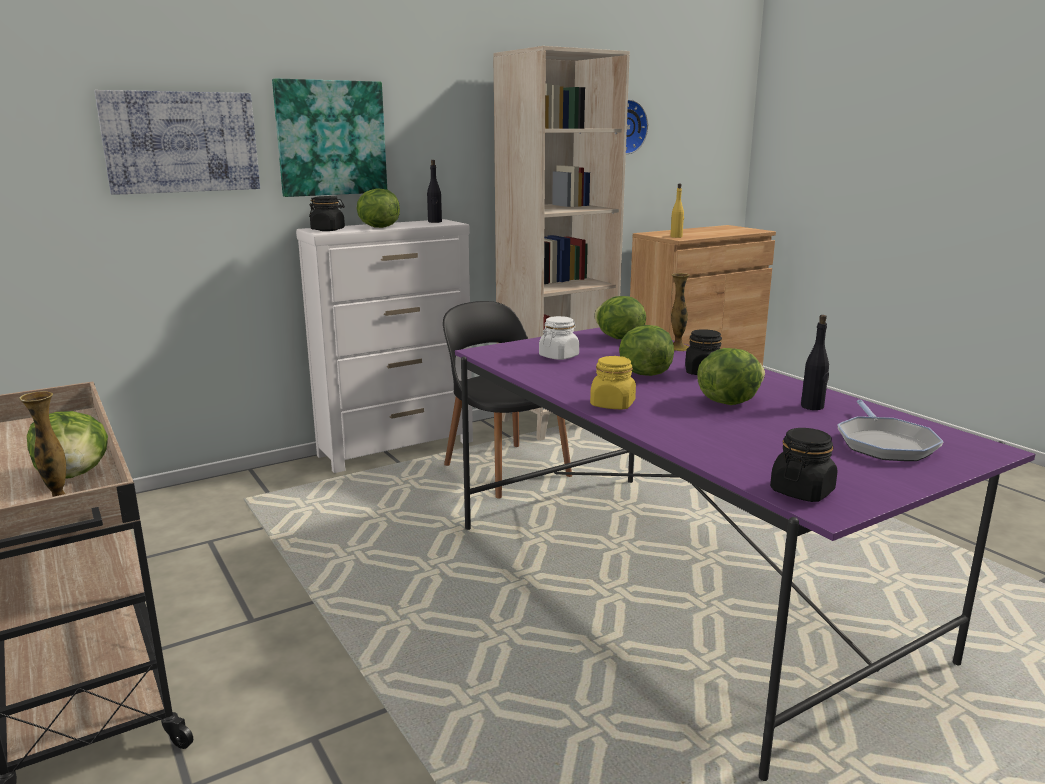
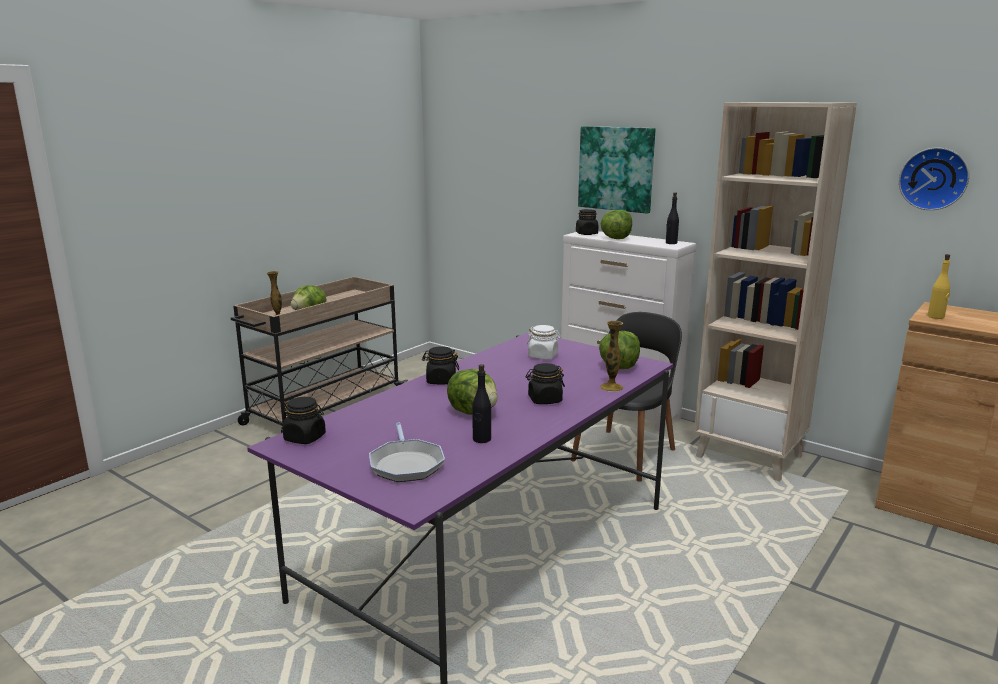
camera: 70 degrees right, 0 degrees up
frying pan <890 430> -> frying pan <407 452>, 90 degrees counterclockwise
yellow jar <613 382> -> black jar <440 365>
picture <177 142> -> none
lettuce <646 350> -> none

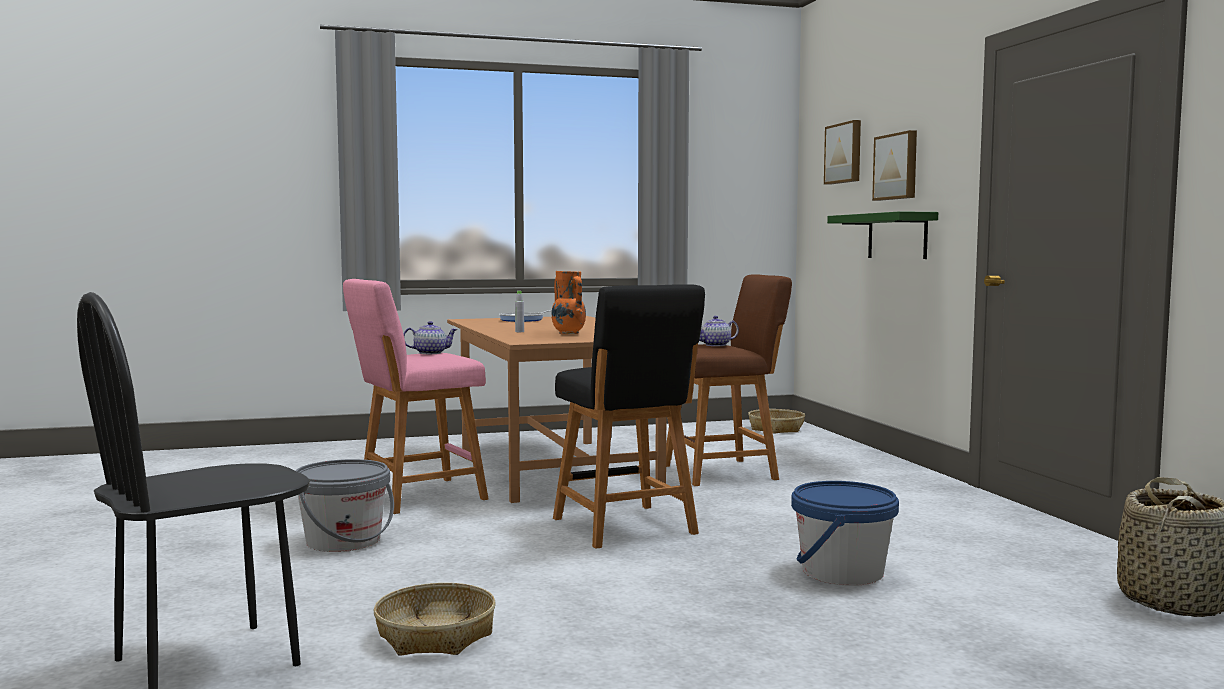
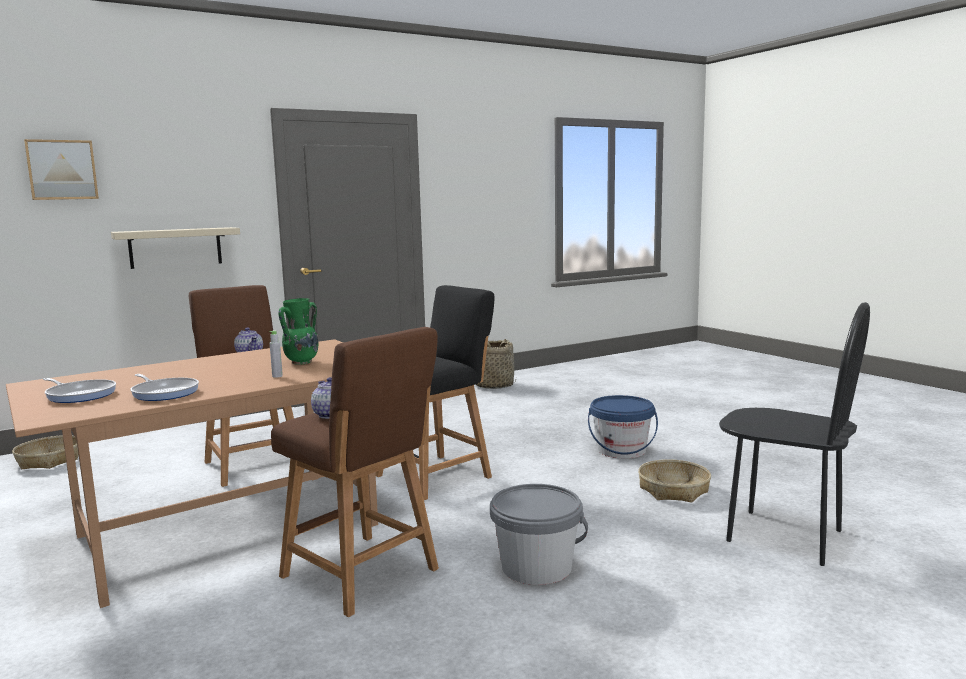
camera: 105 degrees left, 5 degrees up
green shelf <882 235> -> beige shelf <175 248>
none -> frying pan <164 387>
pink stool <415 396> -> brown stool <355 472>
orange vase <569 302> -> green vase <298 331>
blue bucket <845 533> -> blue bucket <623 427>, relocated
picture <894 165> -> none

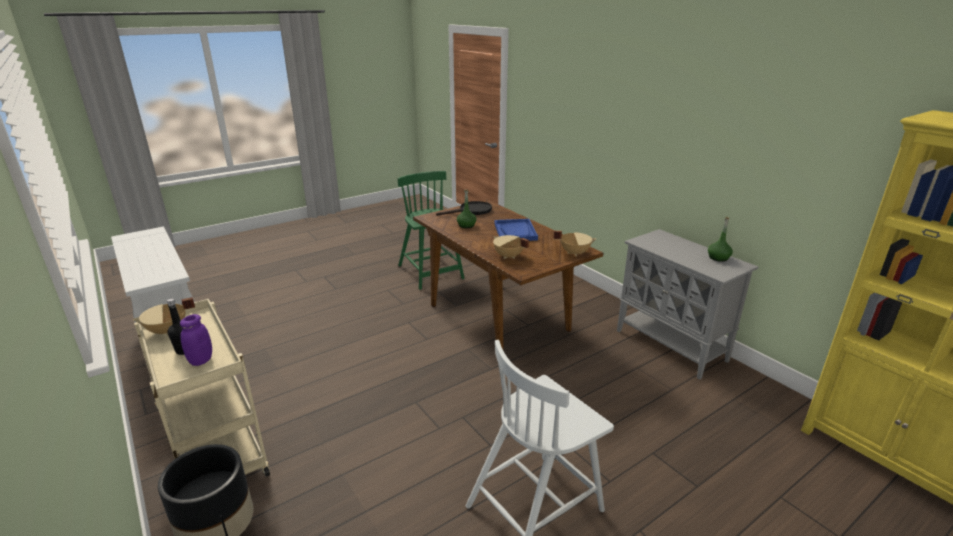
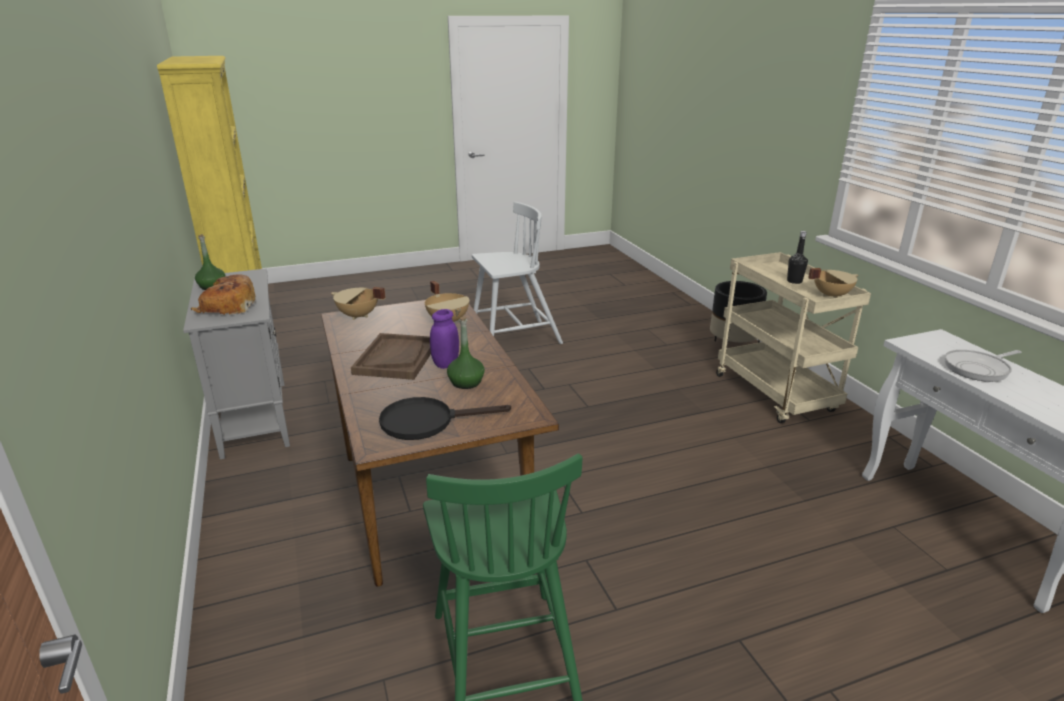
camera: 165 degrees left, 0 degrees up
none -> bread <223 294>
blue tray <516 230> -> brown tray <391 356>
purple jar <196 340> -> purple jar <444 339>, relocated
none -> frying pan <983 366>

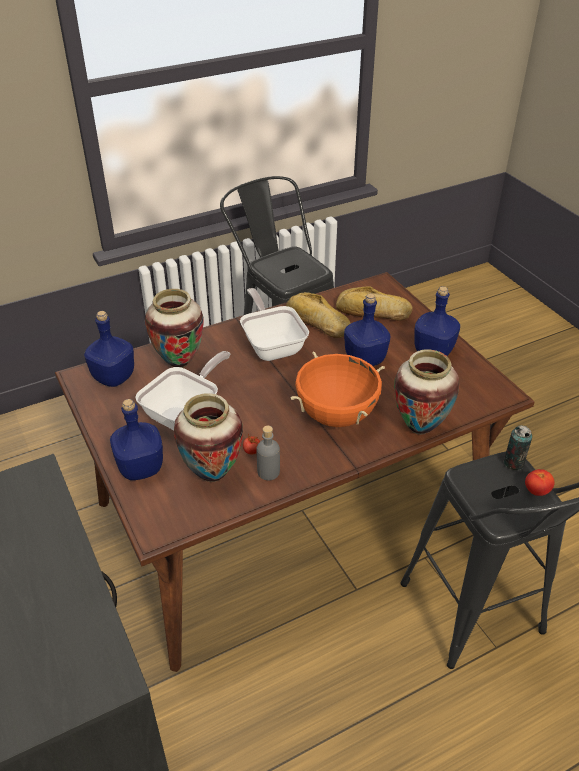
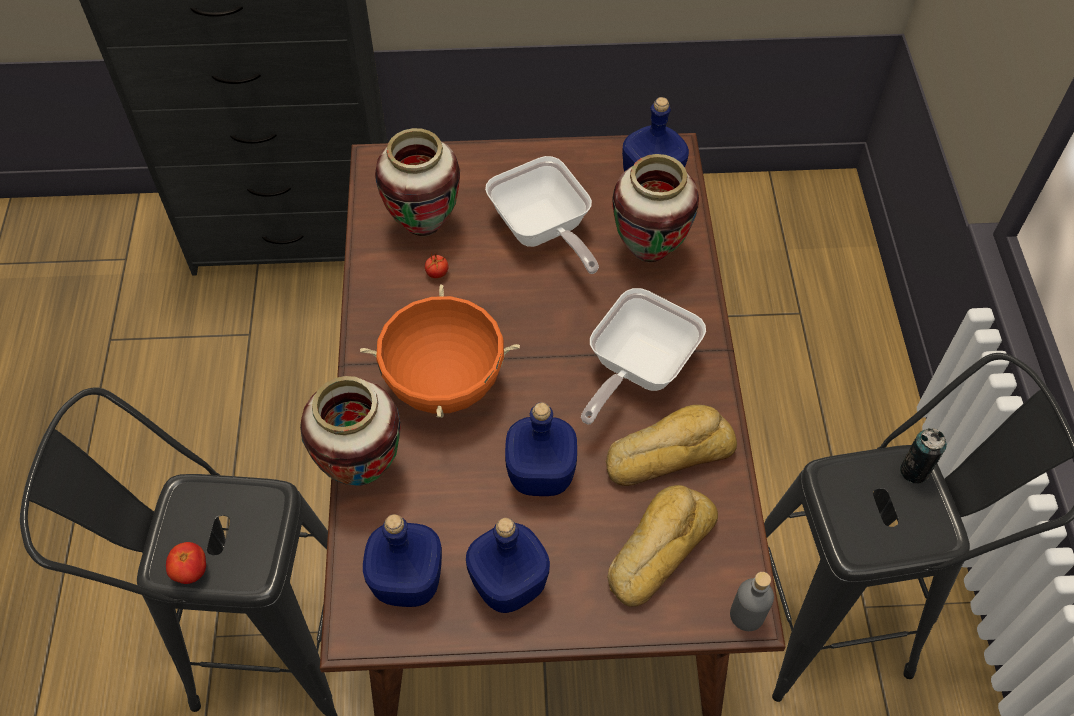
camera: 115 degrees right, 15 degrees up
blue bottle <136 439> -> blue bottle <402 560>, relocated
frying pan <274 324> -> frying pan <643 356>, 120 degrees clockwise
grey bottle <268 453> -> grey bottle <752 601>, relocated
can <517 447> -> can <923 456>, relocated

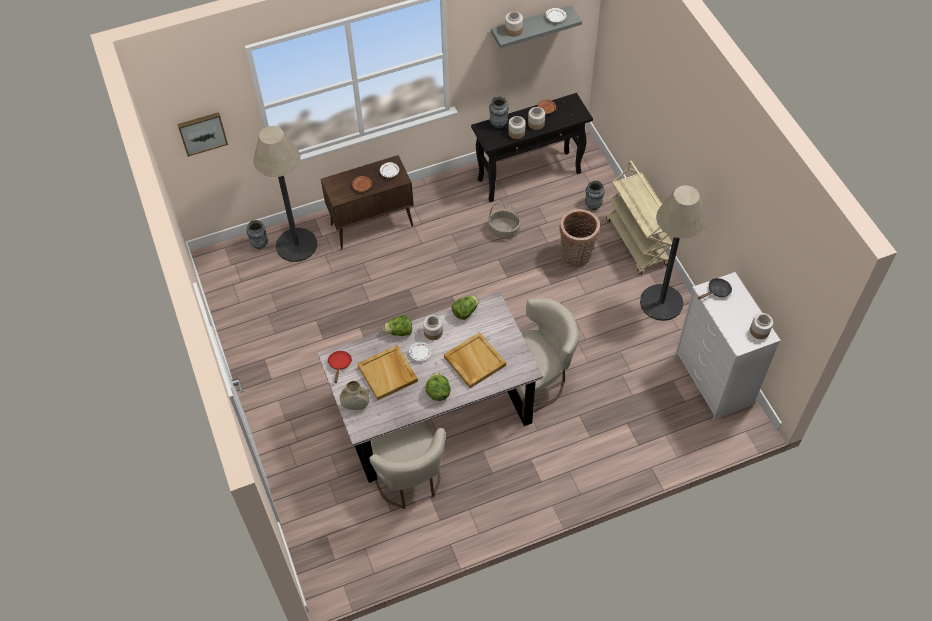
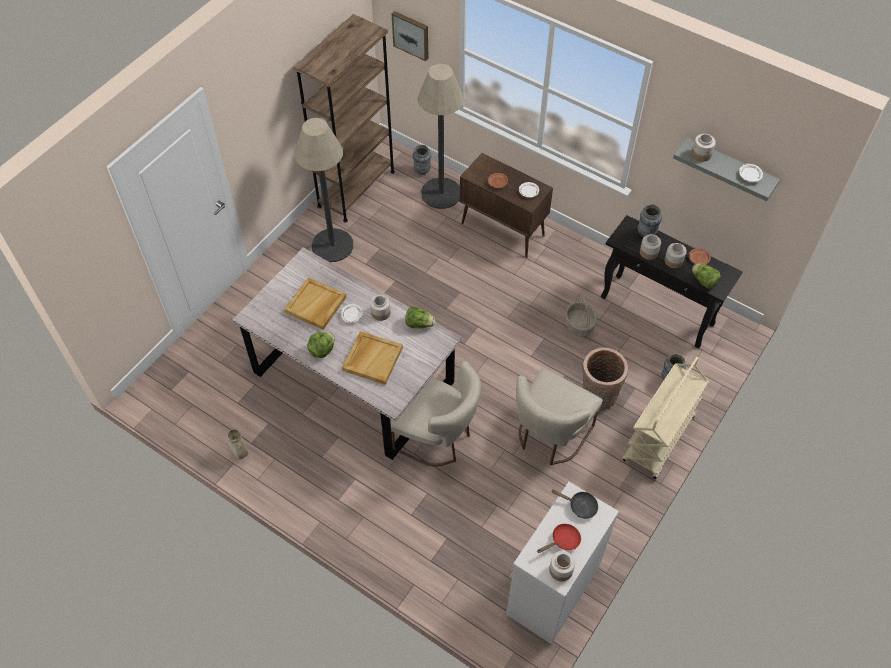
camera: 55 degrees right, 0 degrees up
beige vase <354 395> -> beige vase <237 444>, relocated
none -> brown bookcase <344 118>
floor lamp <673 253> -> floor lamp <324 190>, relocated
beige chair <407 464> -> beige chair <559 417>, relocated
red frying pan <340 367> -> red frying pan <559 538>, relocated
lettuce <397 325> -> lettuce <706 276>, relocated

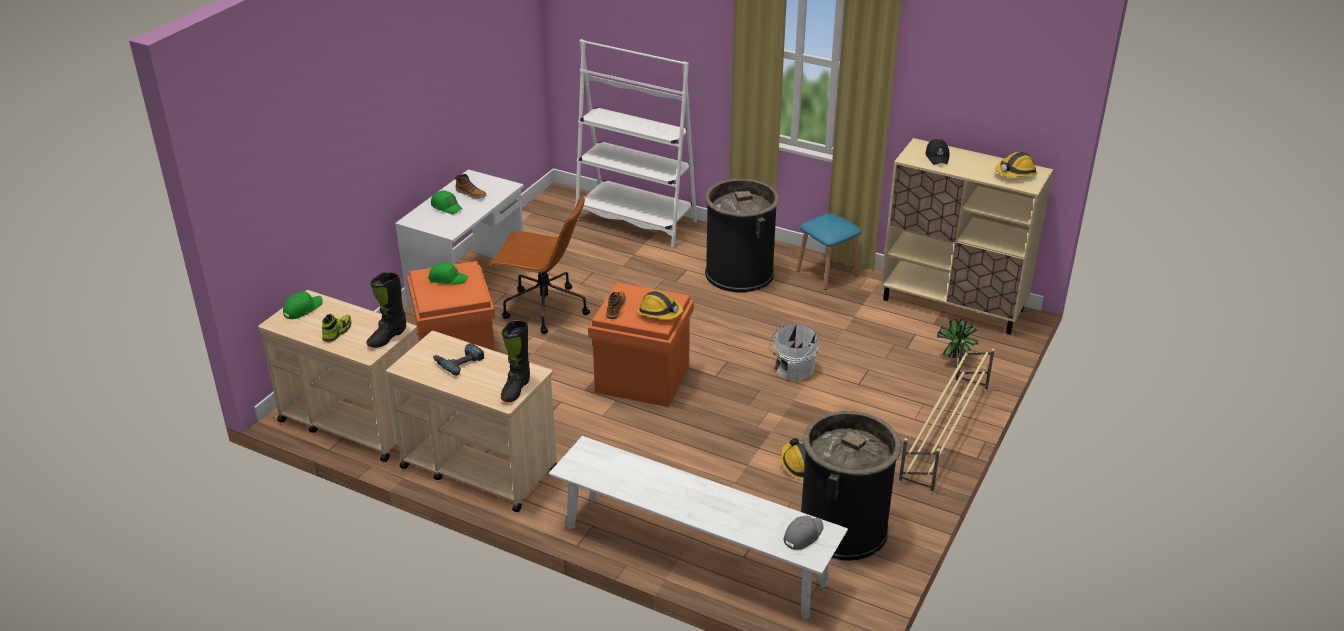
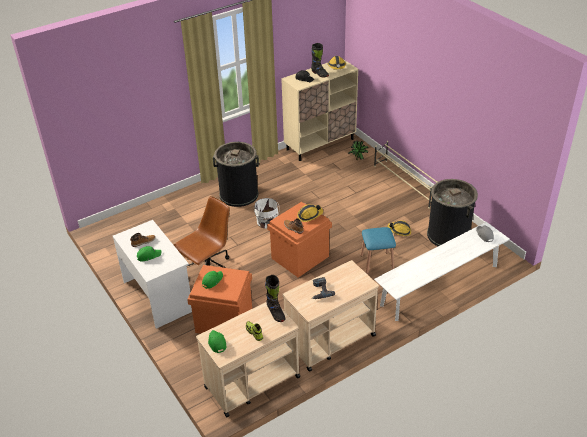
camera: 60 degrees left, 5 degrees up
white bucket <794 352> -> white bucket <266 213>, relocated
black boot <515 361> -> black boot <320 60>, relocated
blue stool <829 251> -> blue stool <378 250>, relocated
white bookcase <636 143> -> none

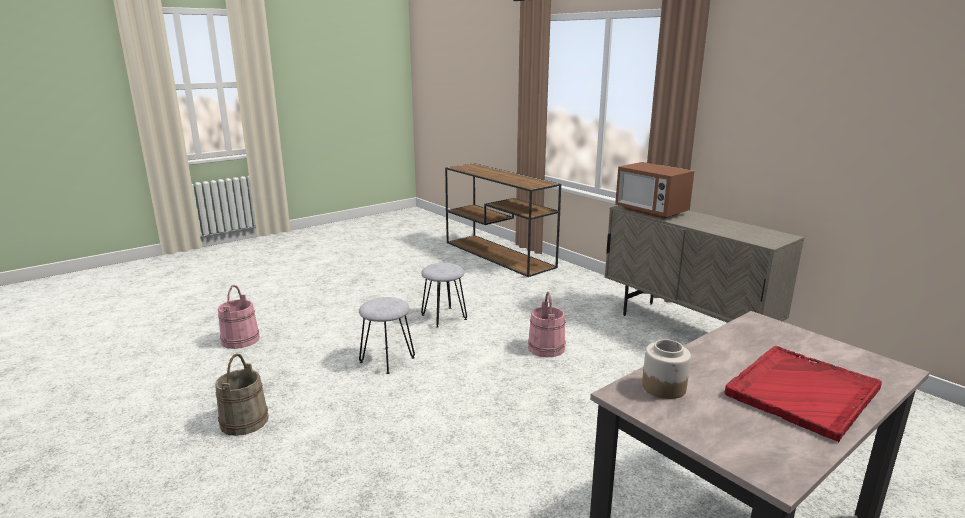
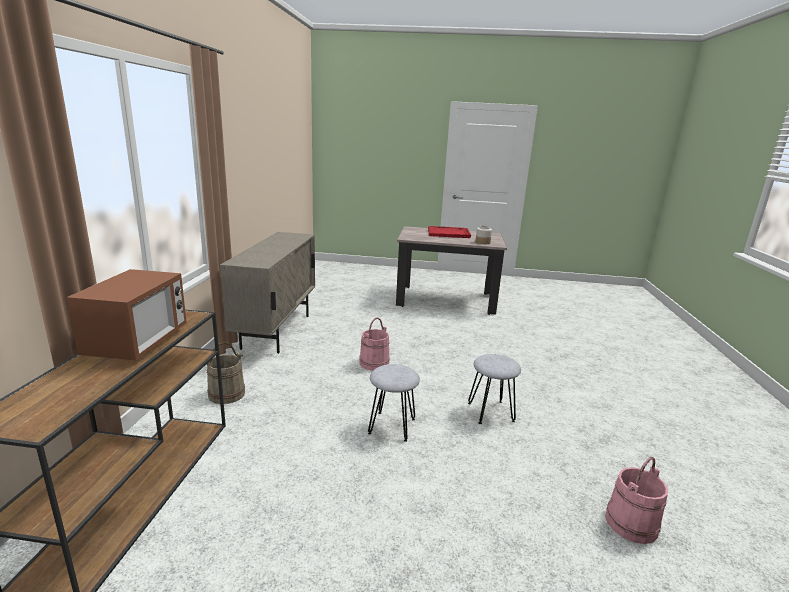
camera: 135 degrees left, 0 degrees up
microwave <654 190> -> microwave <126 315>, relocated
beige bucket <242 395> -> beige bucket <226 373>, relocated

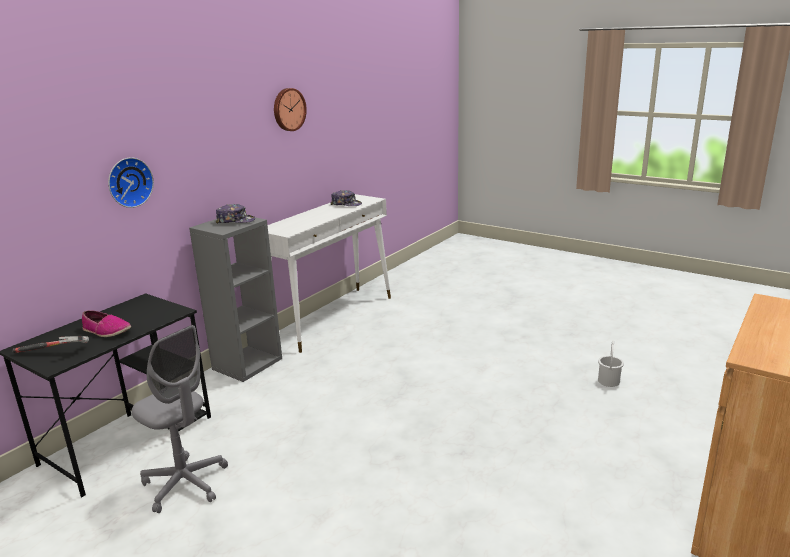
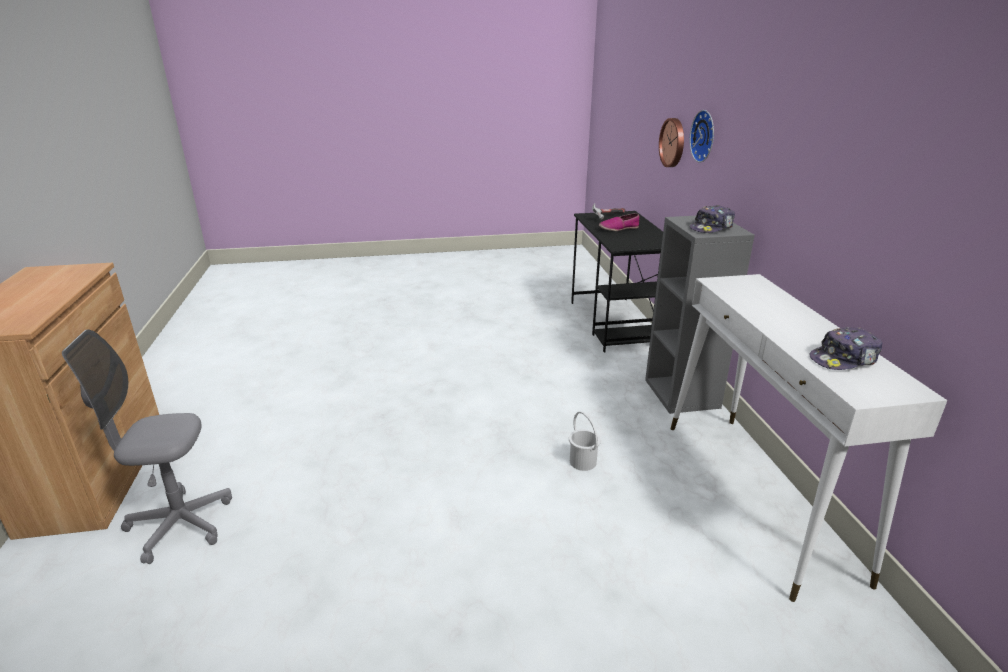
camera: 135 degrees right, 5 degrees up
grey office chair <180 419> -> grey office chair <147 447>, relocated
white bucket <611 363> -> white bucket <585 441>, relocated
wall clock <290 109> -> wall clock <671 142>, relocated

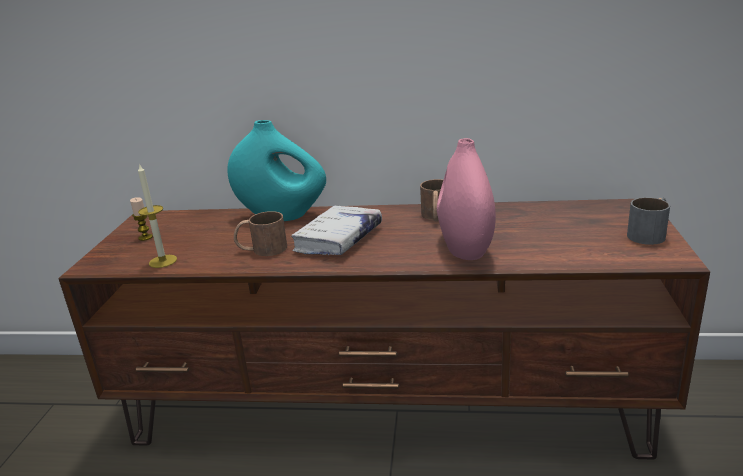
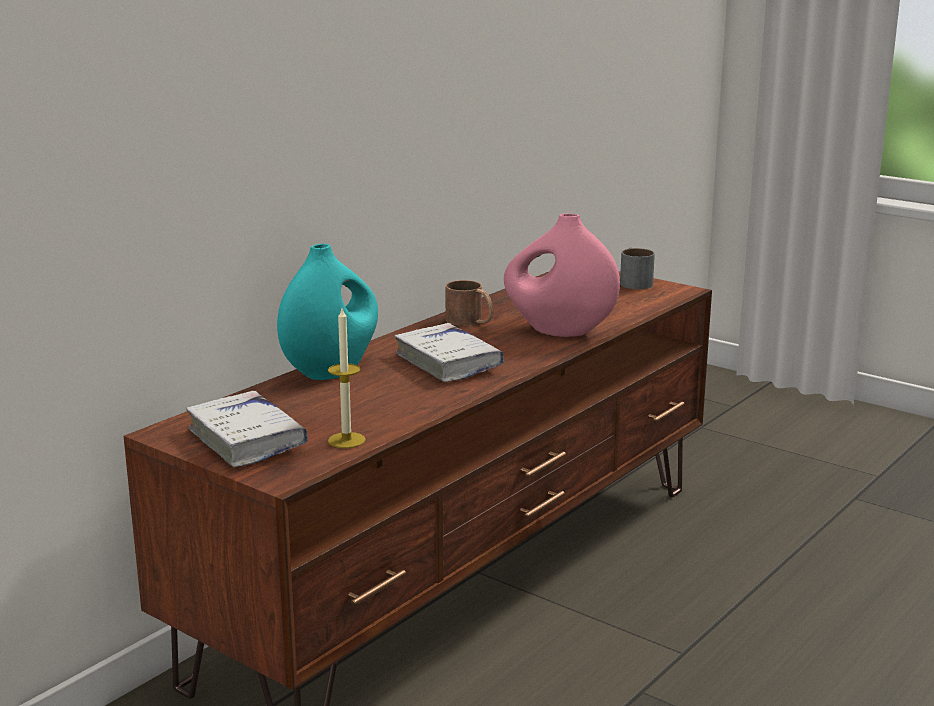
camera: 60 degrees left, 5 degrees down
candle <141 219> -> white book <247 429>
brown mug <260 233> -> none

